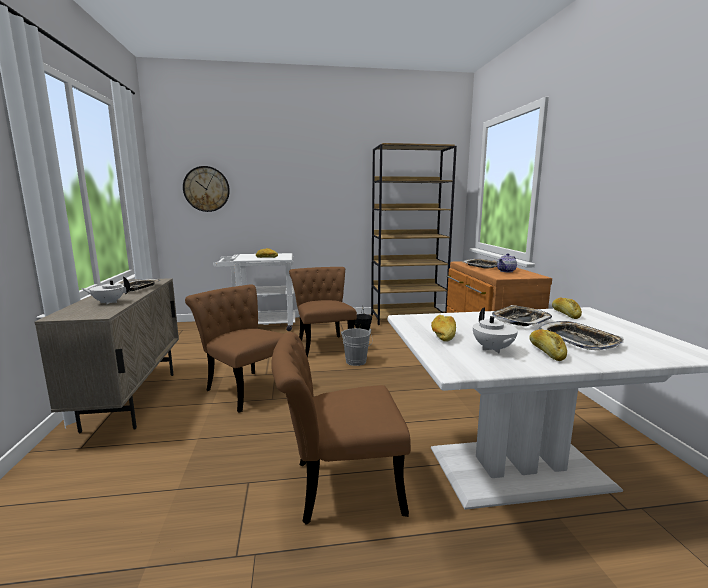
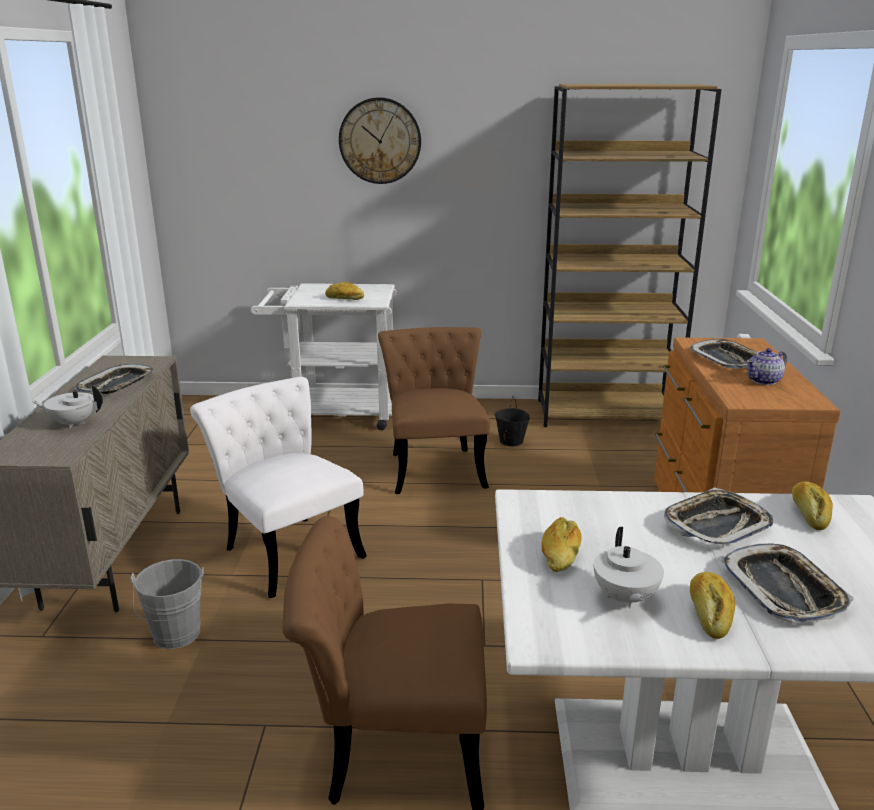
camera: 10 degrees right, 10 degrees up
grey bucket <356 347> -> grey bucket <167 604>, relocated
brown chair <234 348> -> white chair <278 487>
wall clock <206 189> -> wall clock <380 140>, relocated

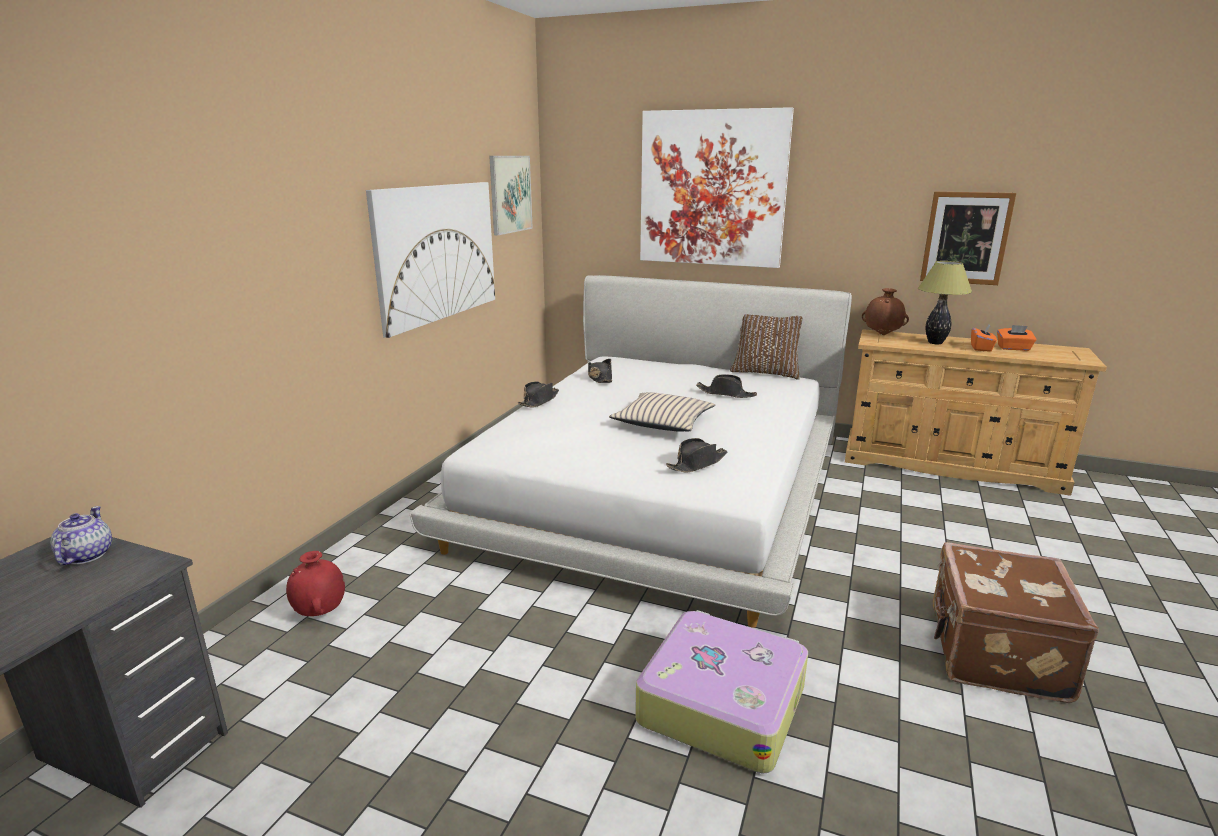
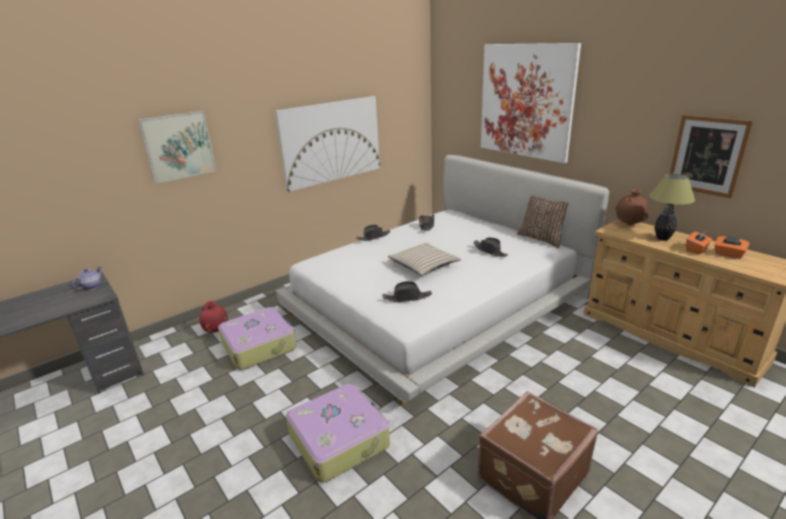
camera: 30 degrees right, 5 degrees up
picture <511 195> -> picture <177 147>, relocated
none -> suitcase <257 338>

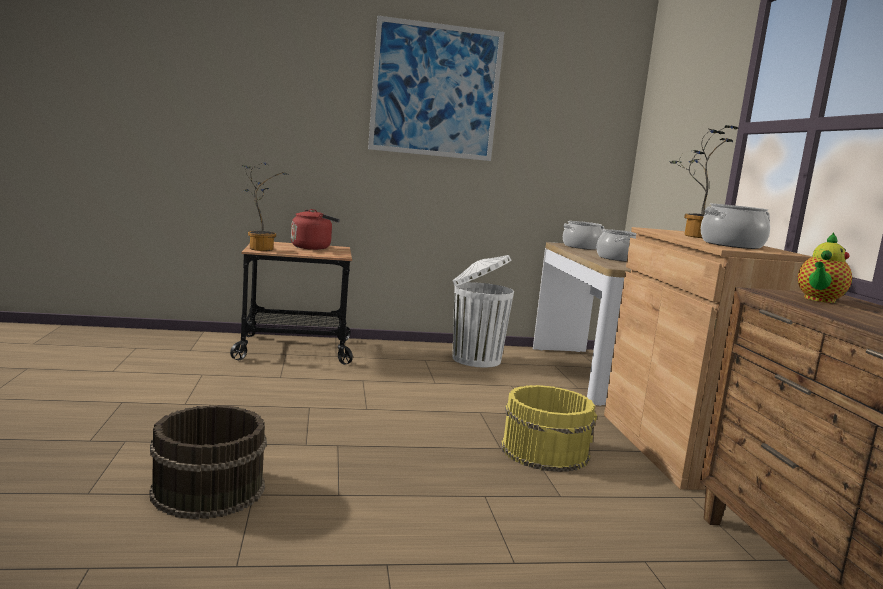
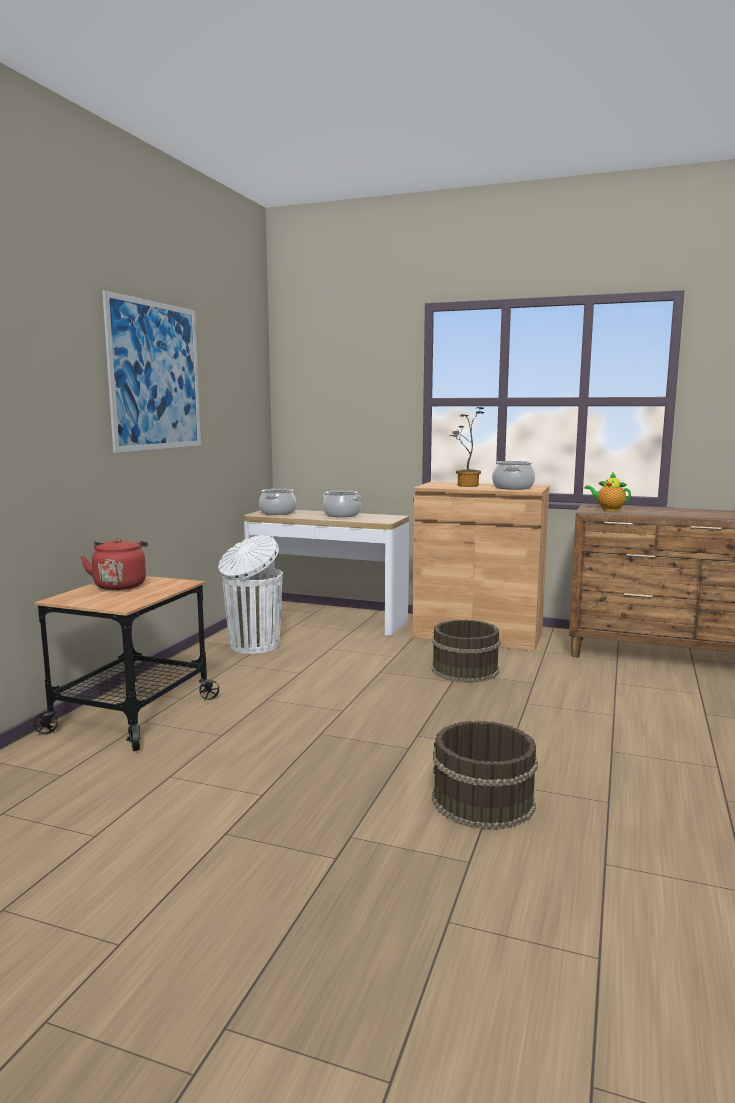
camera: 60 degrees left, 0 degrees up
yellow bucket <549 428> -> brown bucket <466 651>
teapot <825 267> -> teapot <608 491>, 150 degrees clockwise
potted plant <265 206> -> none

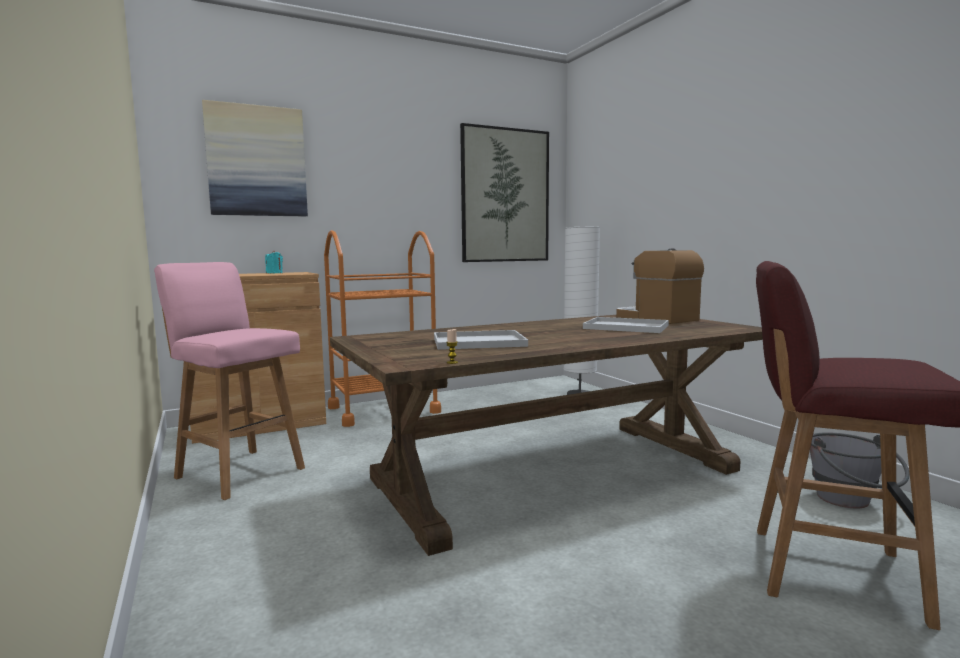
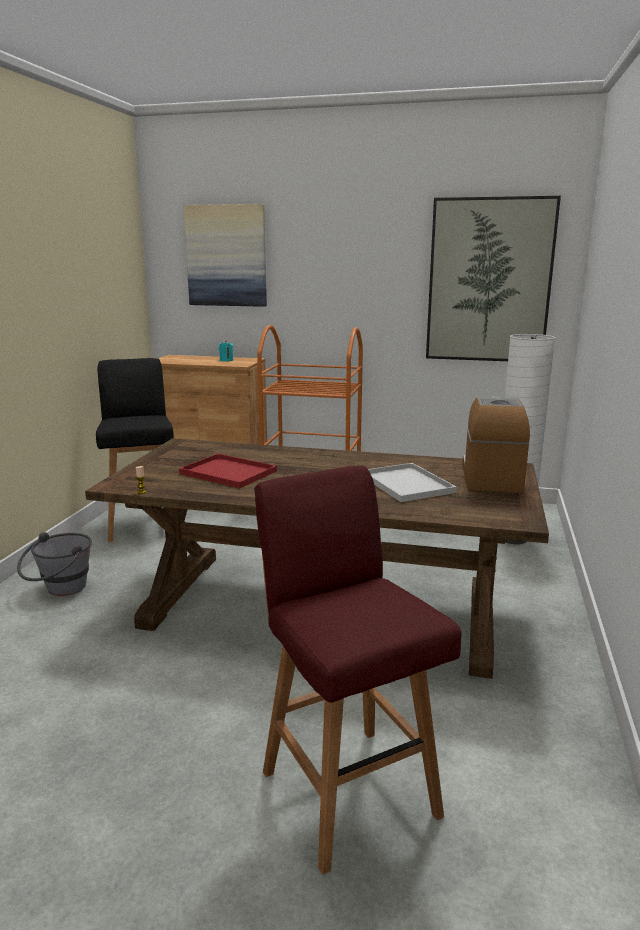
camera: 40 degrees right, 10 degrees up
grey bucket <860 470> -> grey bucket <54 564>, relocated
pink stool <229 381> -> black stool <135 450>
white tray <481 340> -> red tray <228 471>

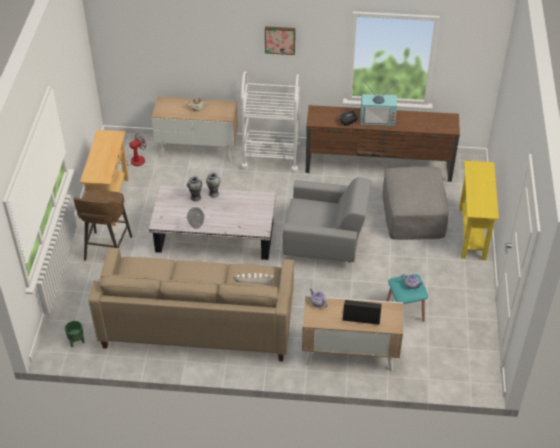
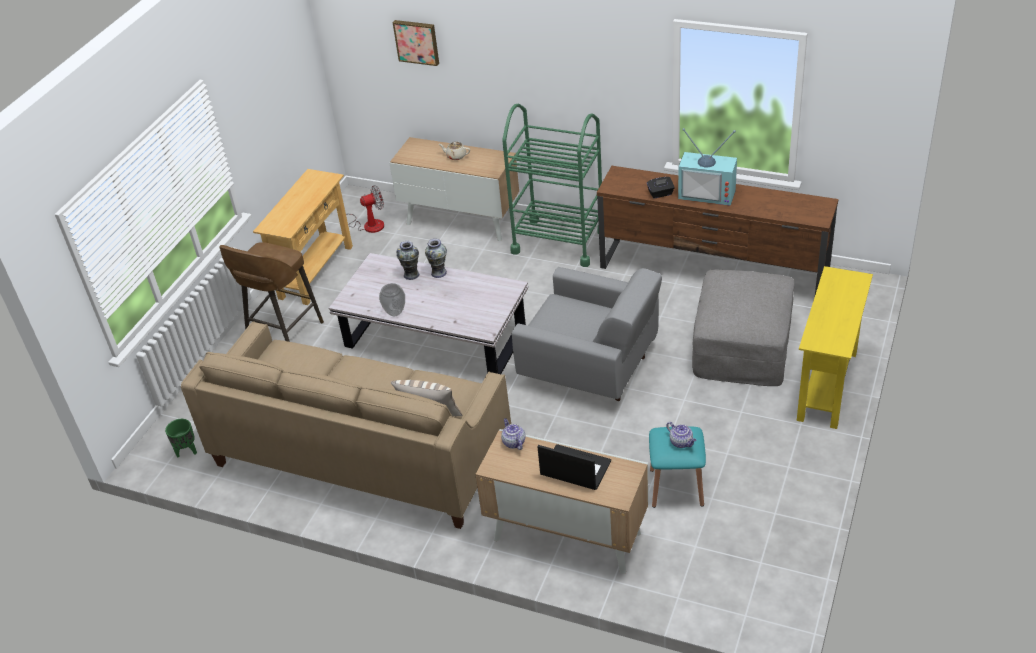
camera: 20 degrees right, 5 degrees down
picture <280 40> -> picture <416 43>, relocated
white cart <271 122> -> green cart <552 185>

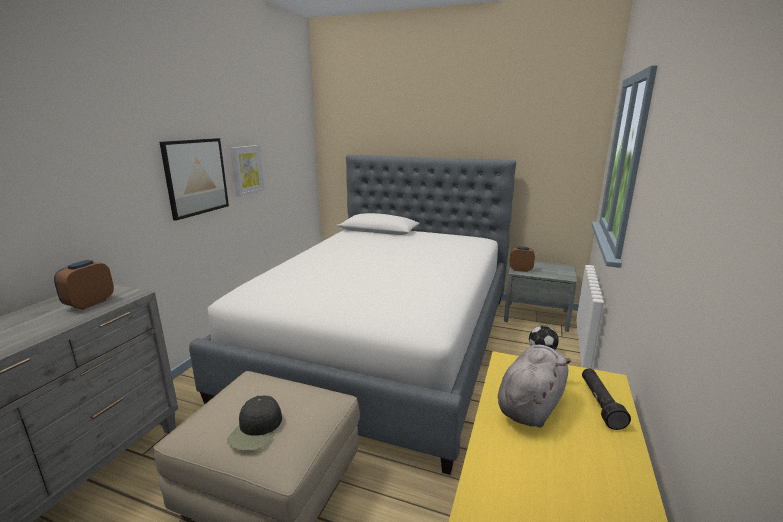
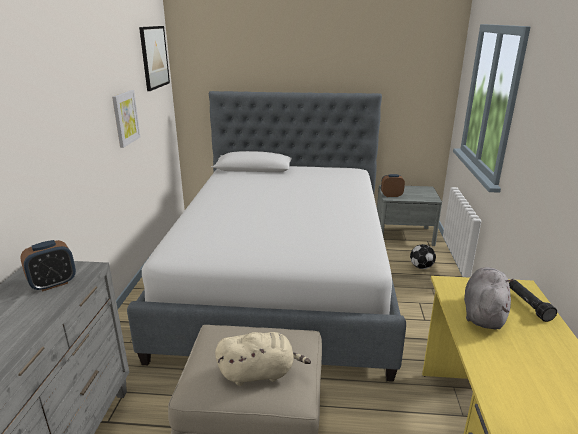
camera: 15 degrees left, 5 degrees up
alarm clock <84 285> -> alarm clock <48 265>, 135 degrees counterclockwise
picture <194 179> -> picture <154 58>, relocated
black cap <254 423> -> beige plush toy <263 359>

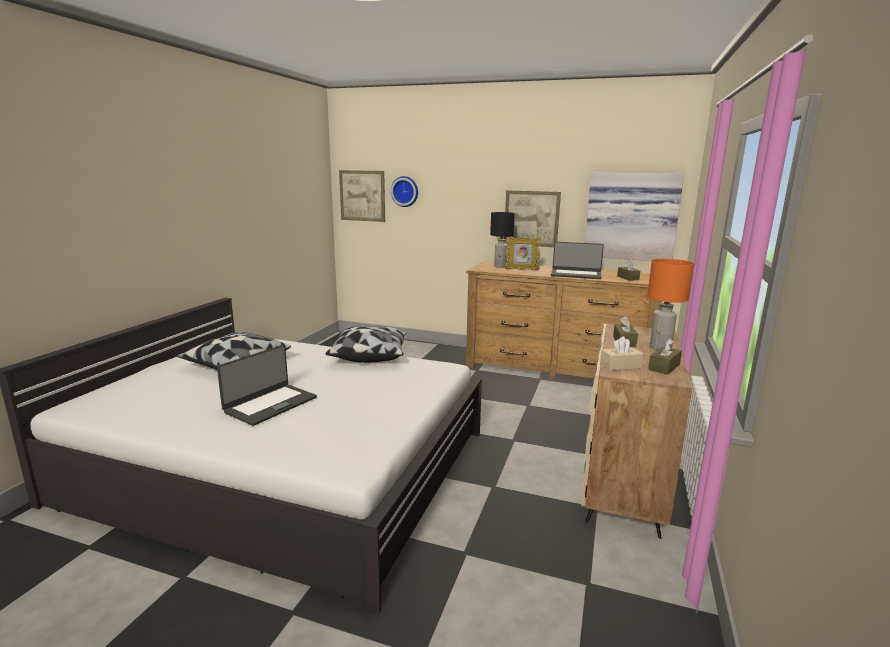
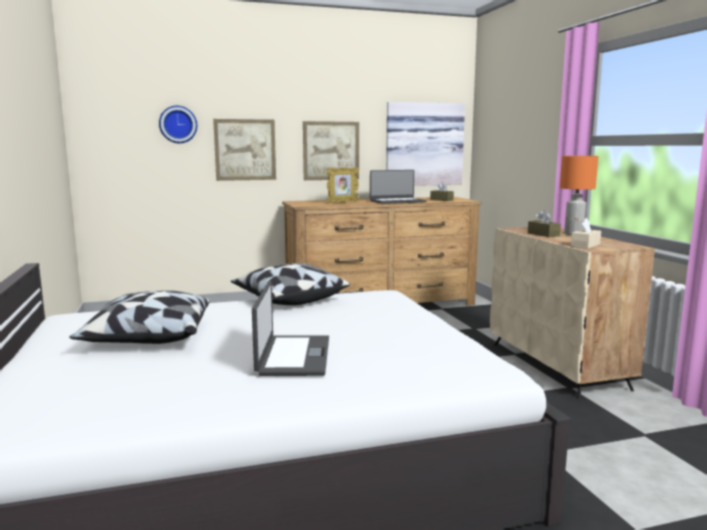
camera: 35 degrees left, 5 degrees down
picture <362 196> -> picture <244 150>, relocated
black table lamp <502 240> -> none
brown tissue box <665 356> -> none

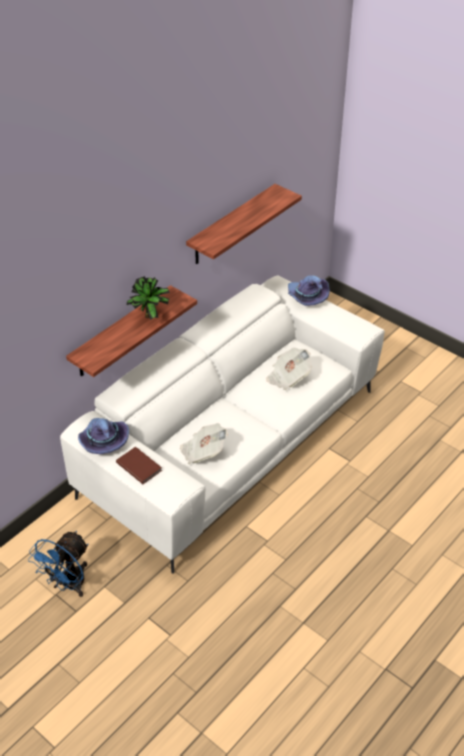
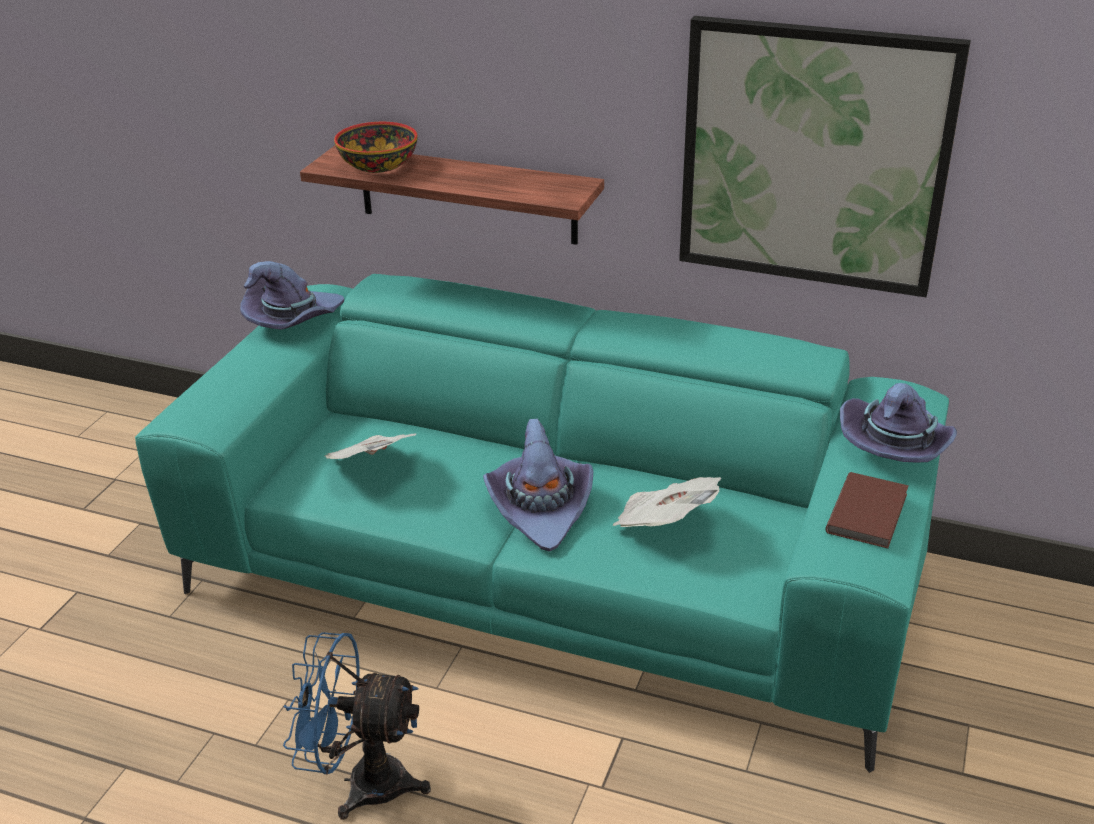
camera: 70 degrees right, 10 degrees down
white sofa <222 424> -> turquoise sofa <542 523>
blue fan <58 564> -> blue fan <357 725>, relocated
none -> bowl <376 147>
none -> purple hat <538 485>
shelf <244 224> -> picture <825 156>
brown book <139 465> -> brown book <867 510>, relocated
potted plant <148 298> -> none

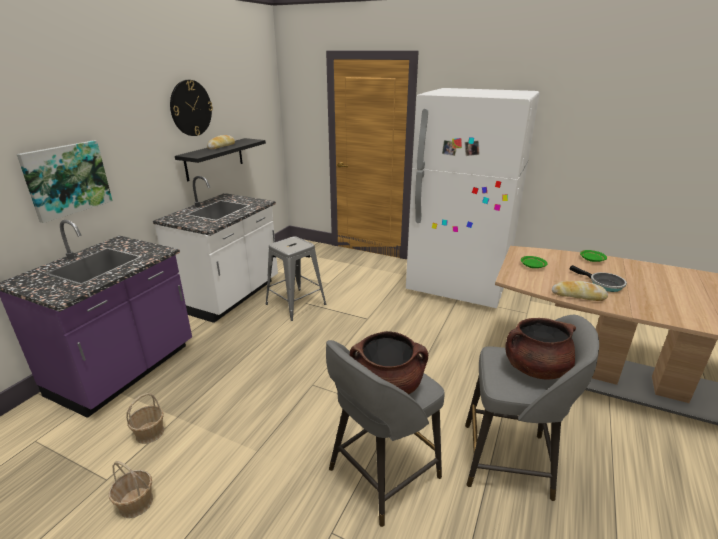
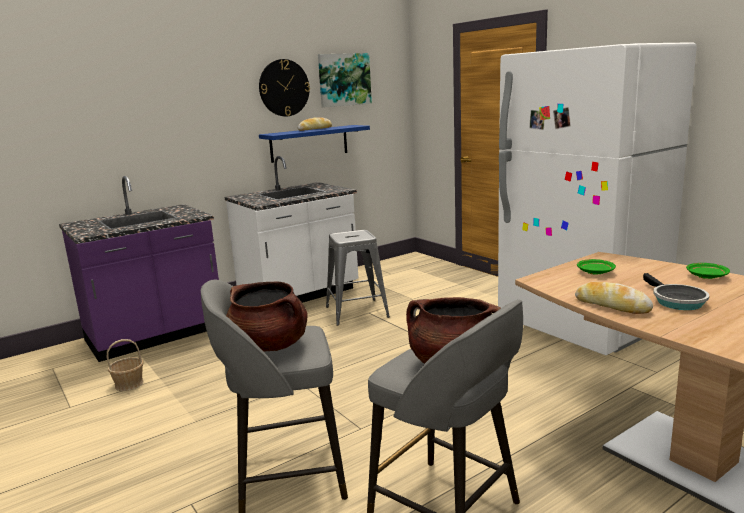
camera: 30 degrees right, 10 degrees down
black shelf <220 159> -> blue shelf <314 144>
picture <65 181> -> picture <345 80>, relocated
basket <131 489> -> none

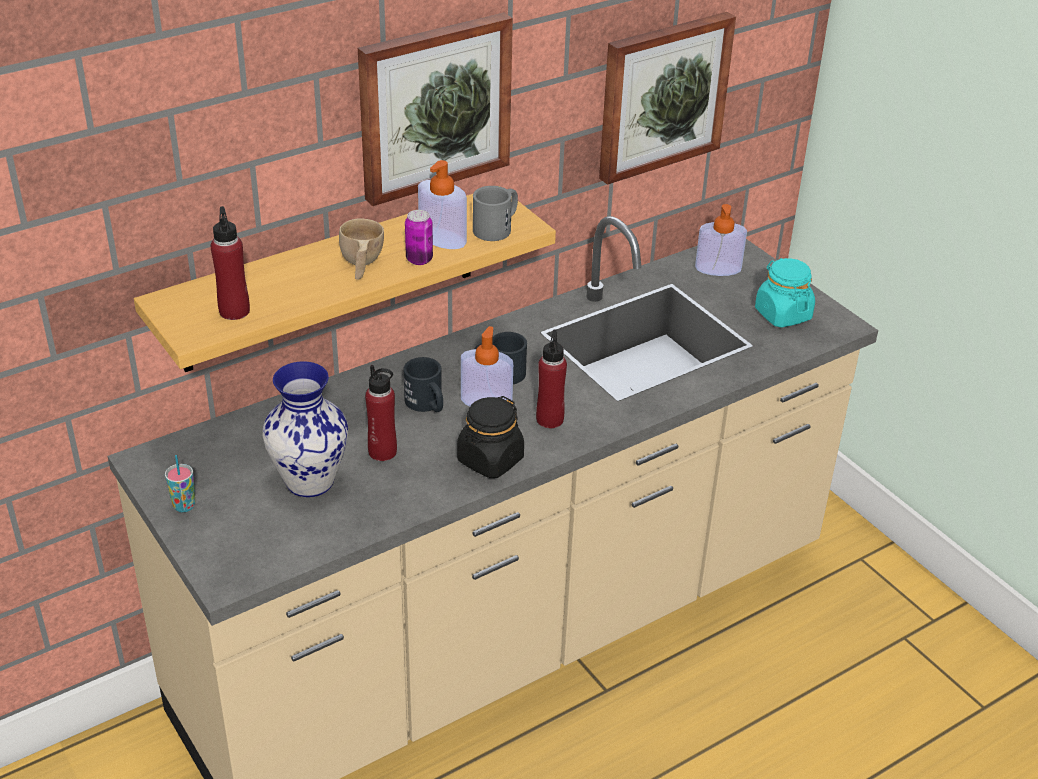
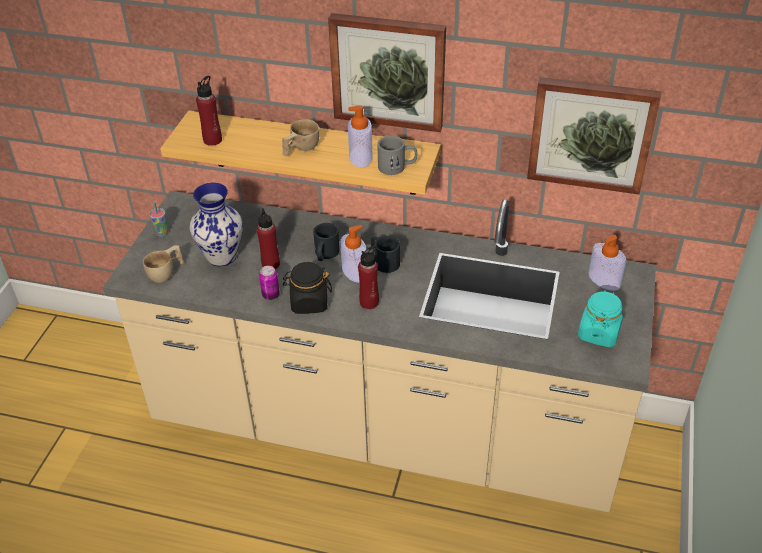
camera: 50 degrees right, 5 degrees up
none -> beige cup <163 264>
can <419 237> -> can <269 283>, relocated

